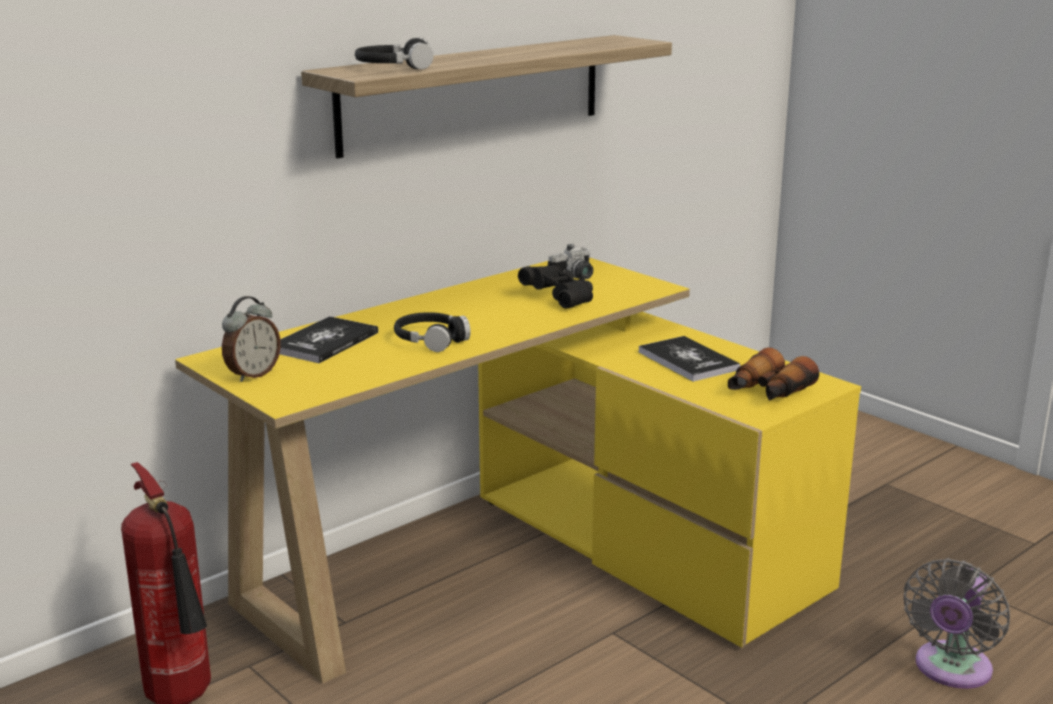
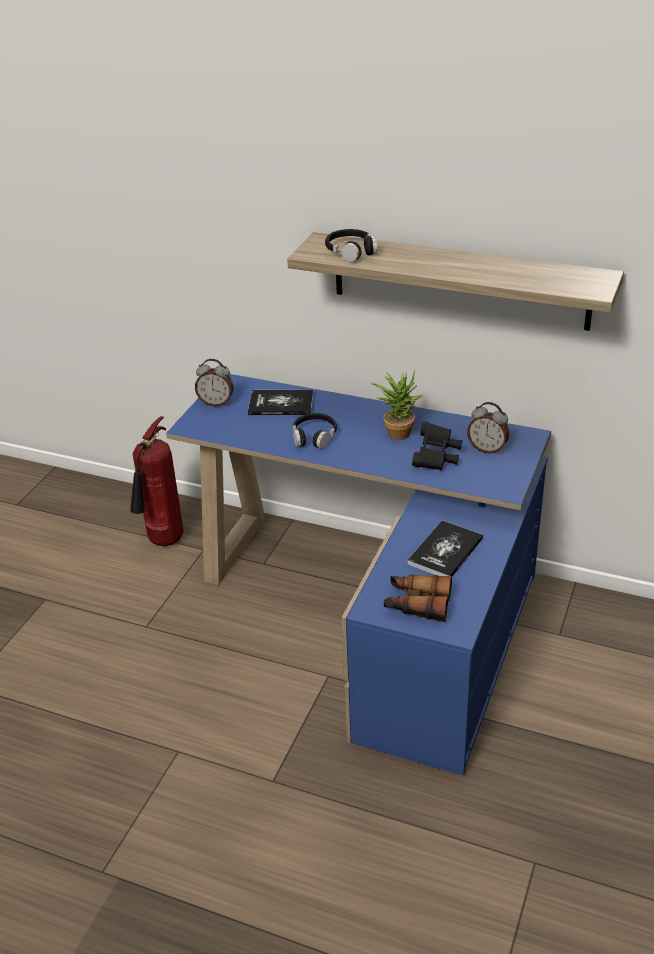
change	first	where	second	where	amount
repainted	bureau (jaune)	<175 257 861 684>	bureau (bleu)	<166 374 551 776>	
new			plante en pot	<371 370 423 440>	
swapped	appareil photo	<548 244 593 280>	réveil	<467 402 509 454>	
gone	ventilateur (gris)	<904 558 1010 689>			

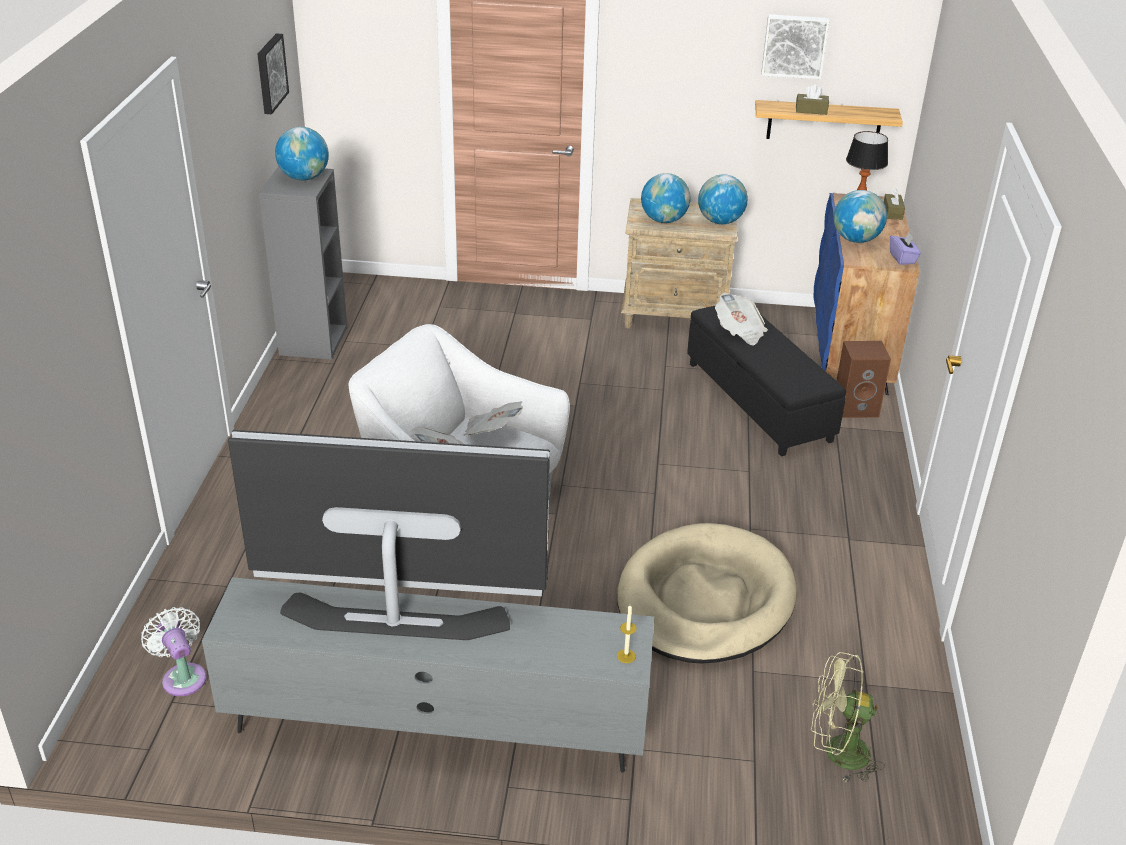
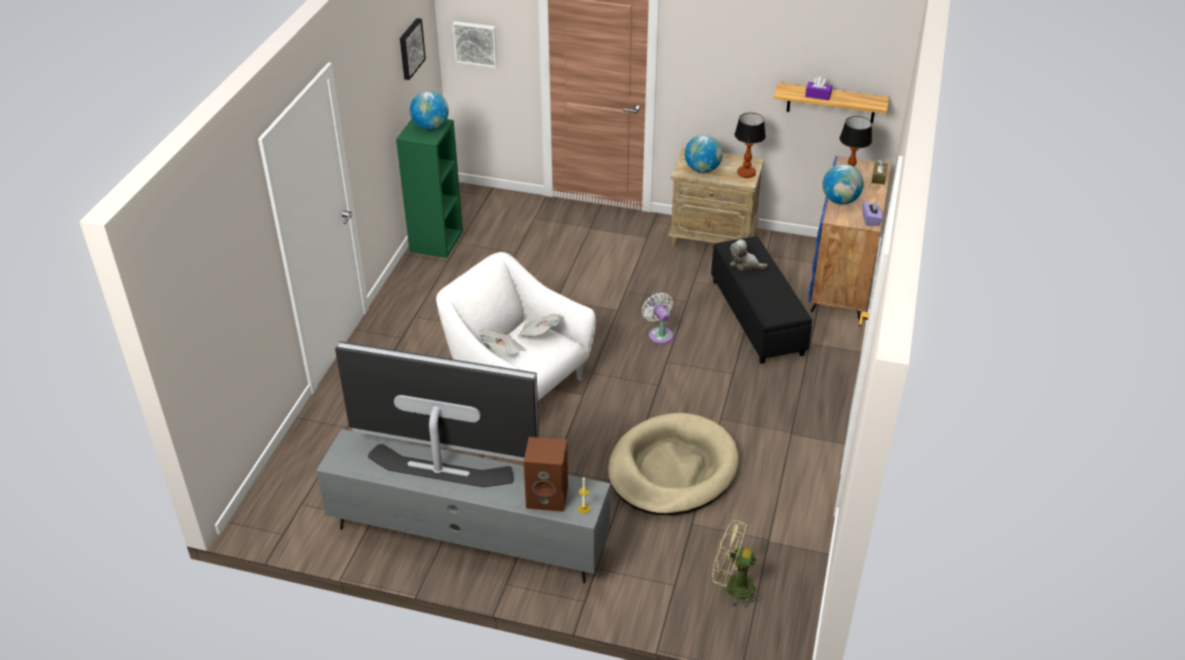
change	first	where	second	where	amount
repainted	bibliothèque (gris)	<259 166 347 360>	bibliothèque (vert)	<396 119 463 258>	
shifted	tableau	<761 14 829 79>		<453 21 497 68>	
shifted	enceinte (marron)	<837 341 891 418>		<524 437 568 512>	
shifted	ventilateur (blanc)	<141 607 207 696>		<642 292 673 344>	
swapped	journal	<715 293 768 346>	peluche	<730 239 768 270>	
swapped	globe	<698 174 748 224>	lampe de table	<735 113 766 178>	
repainted	boîte à mouchoirs (marron)	<796 85 829 115>	boîte à mouchoirs (violet)	<805 77 832 100>	

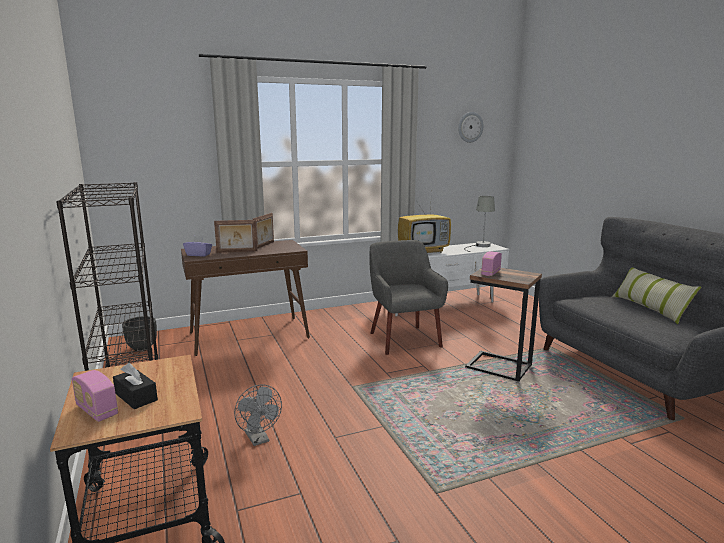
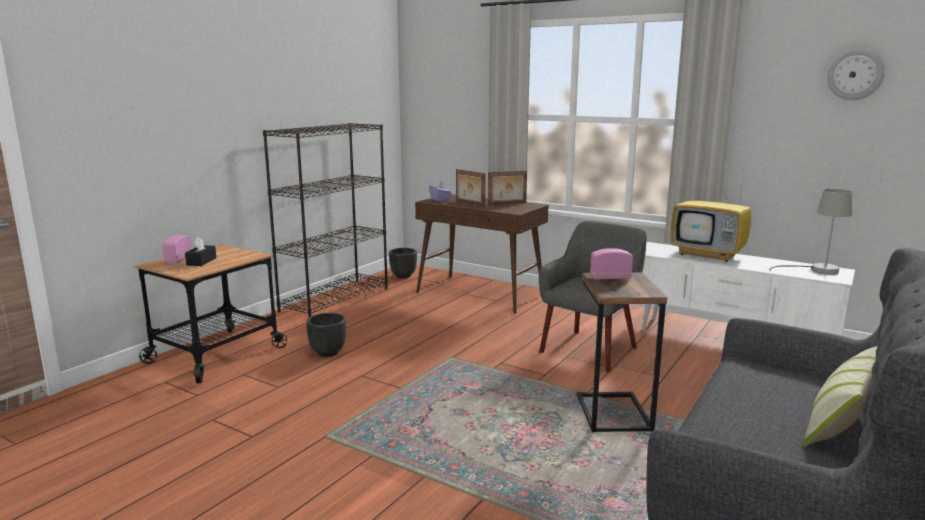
change	first	where	second	where	amount
swapped	ventilateur (gris)	<234 384 282 446>	cache-pot (noir)	<306 313 346 357>	

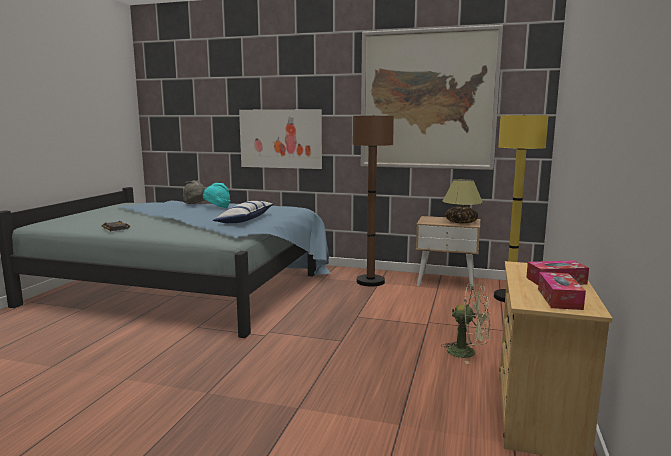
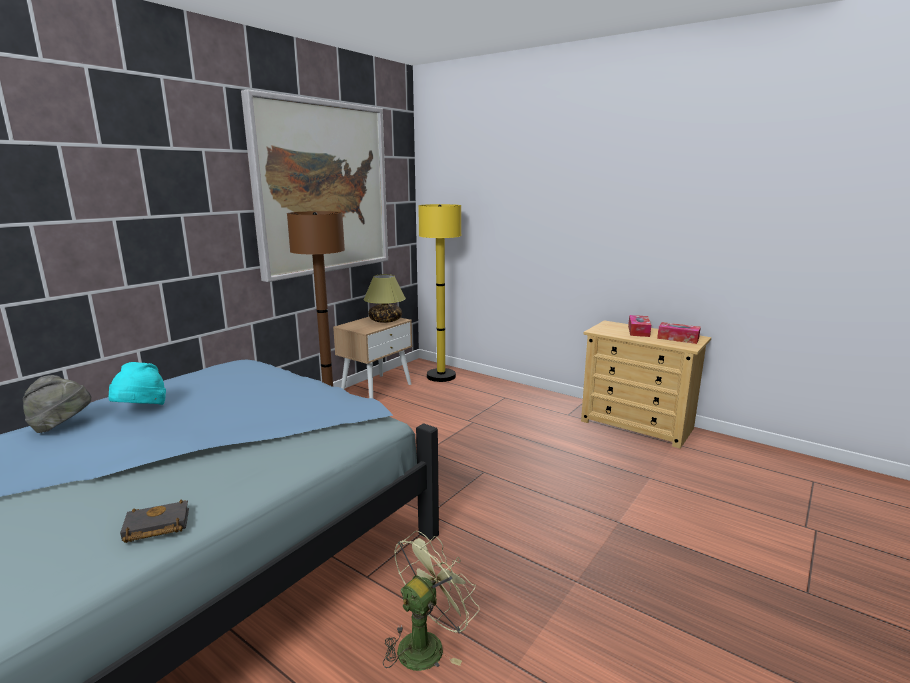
change	first	where	second	where	amount
shifted	ventilateur (vert)	<442 283 490 364>		<383 531 480 671>	
gone	coussin	<213 201 274 223>			
gone	tableau	<239 109 322 169>			

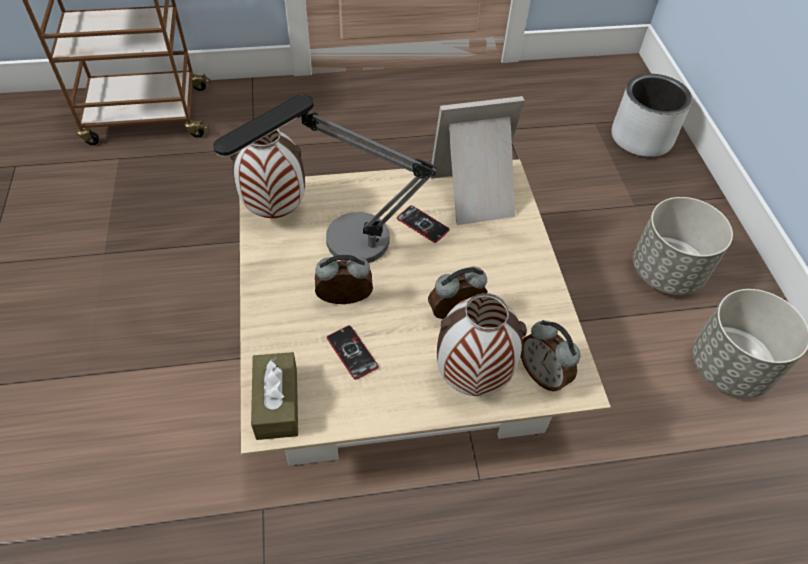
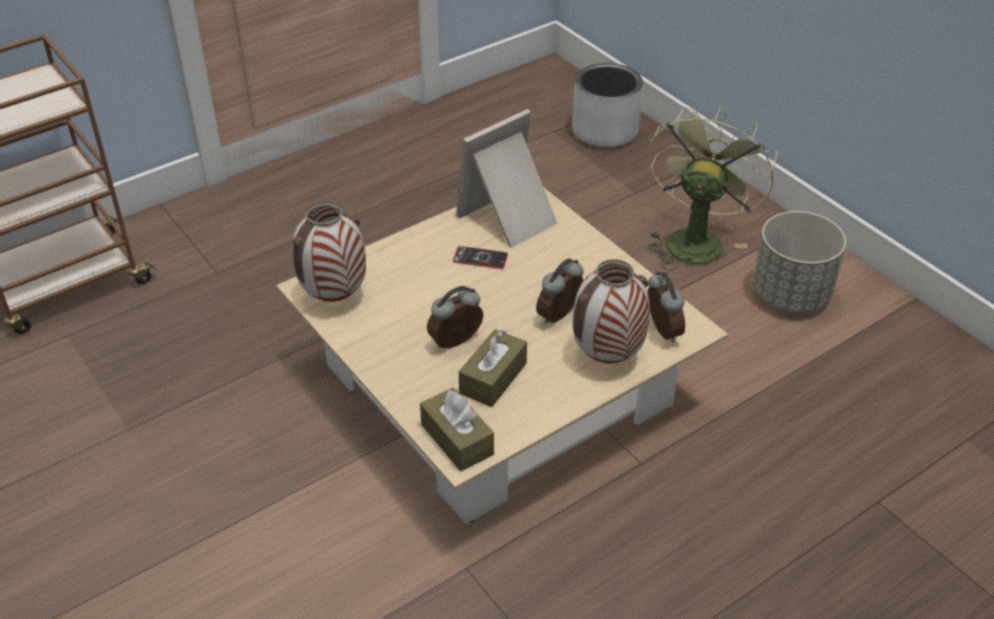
change	first	where	second	where	amount
swapped	téléphone	<327 326 379 380>	boîte à mouchoirs (marron)	<459 329 527 407>	
swapped	cache-pot (gris)	<633 197 733 295>	ventilateur (vert)	<647 105 777 271>	
rotated	réveil	<521 320 580 391>		<648 271 685 343>	135 degrees counterclockwise
gone	lampe de table	<213 94 437 263>			

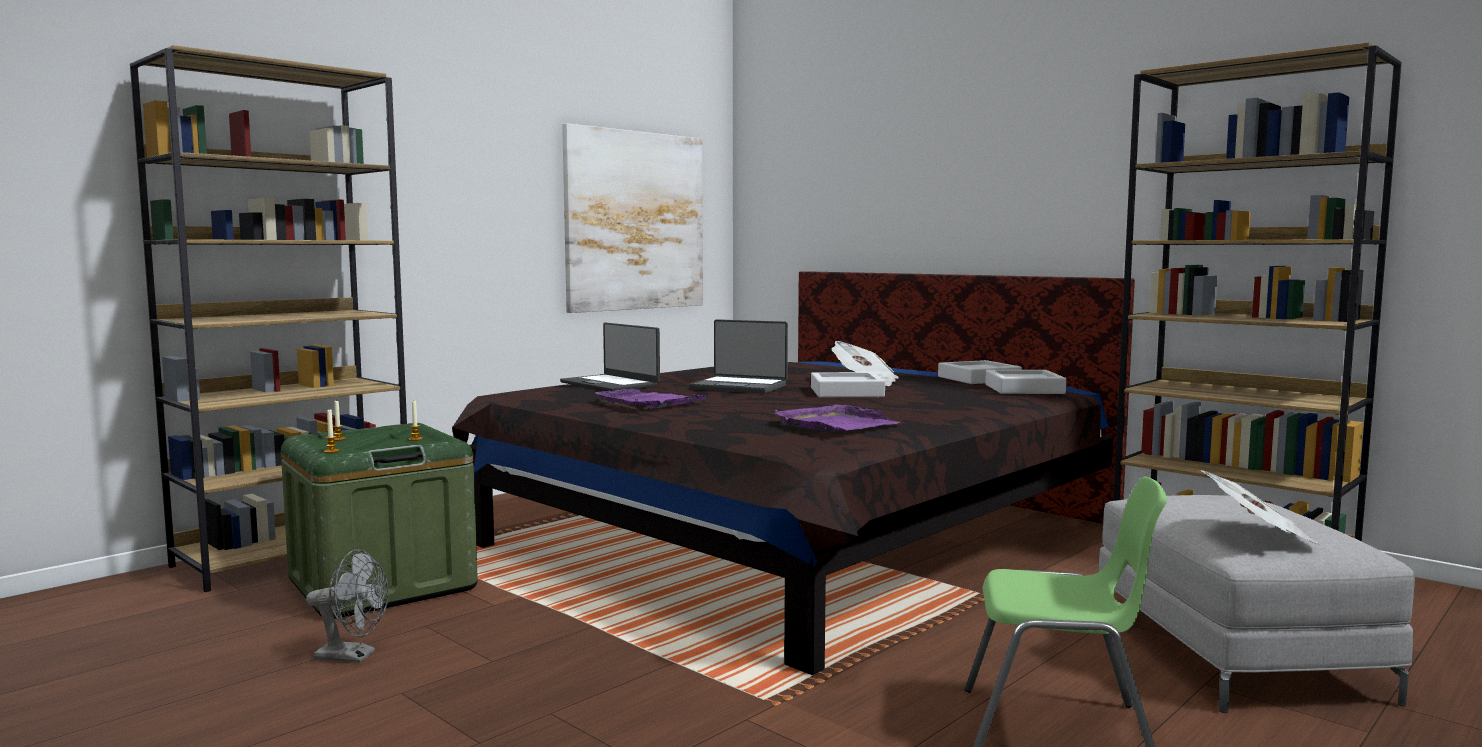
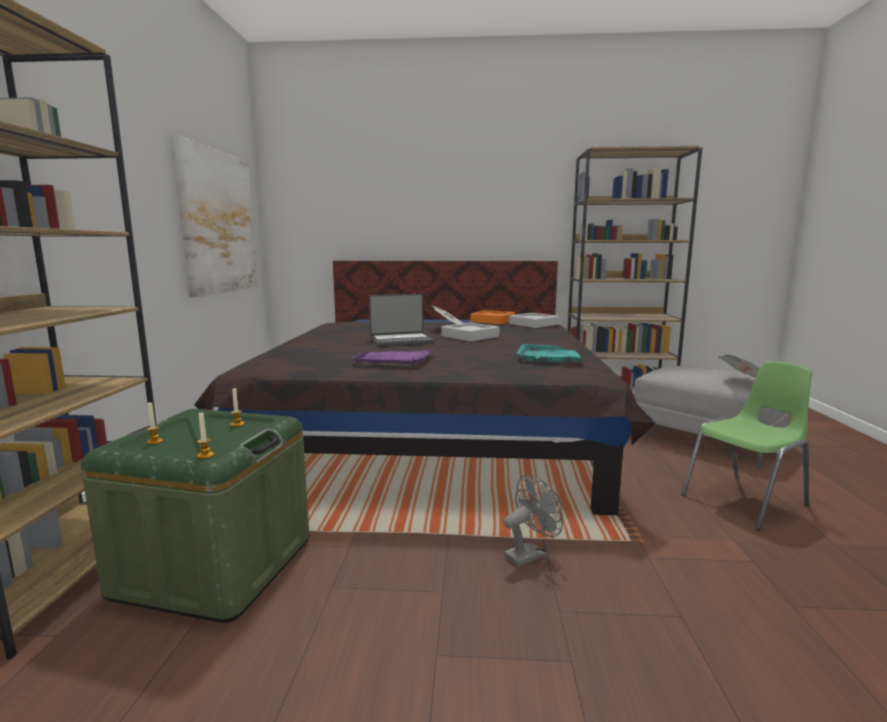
change	first	where	second	where	amount
repainted	plateau (gris)	<938 360 1022 384>	plateau (orange)	<470 310 515 324>	
shifted	ventilateur (gris)	<306 549 389 663>		<503 475 563 567>	
repainted	plateau (violet)	<774 404 900 432>	plateau (turquoise)	<517 344 583 362>	
gone	ordinateur portable	<560 322 660 392>			

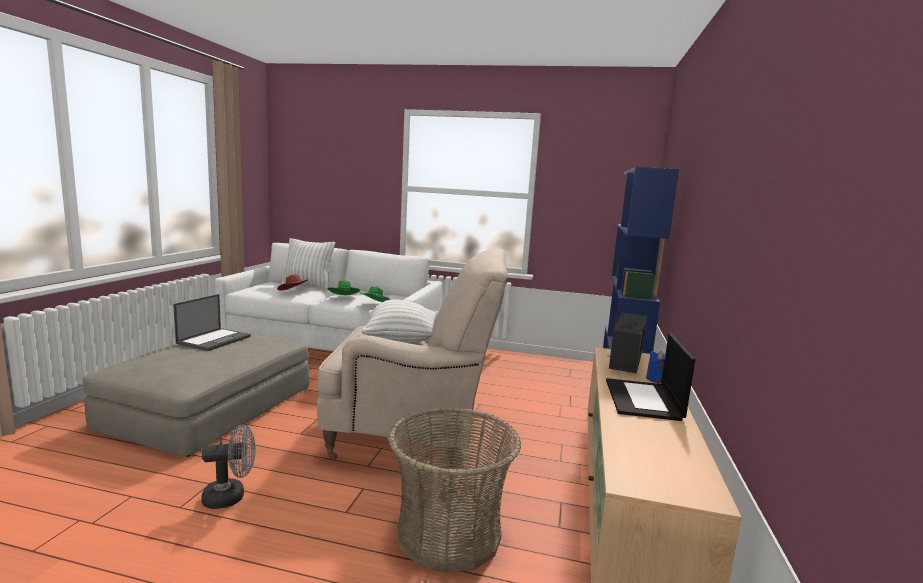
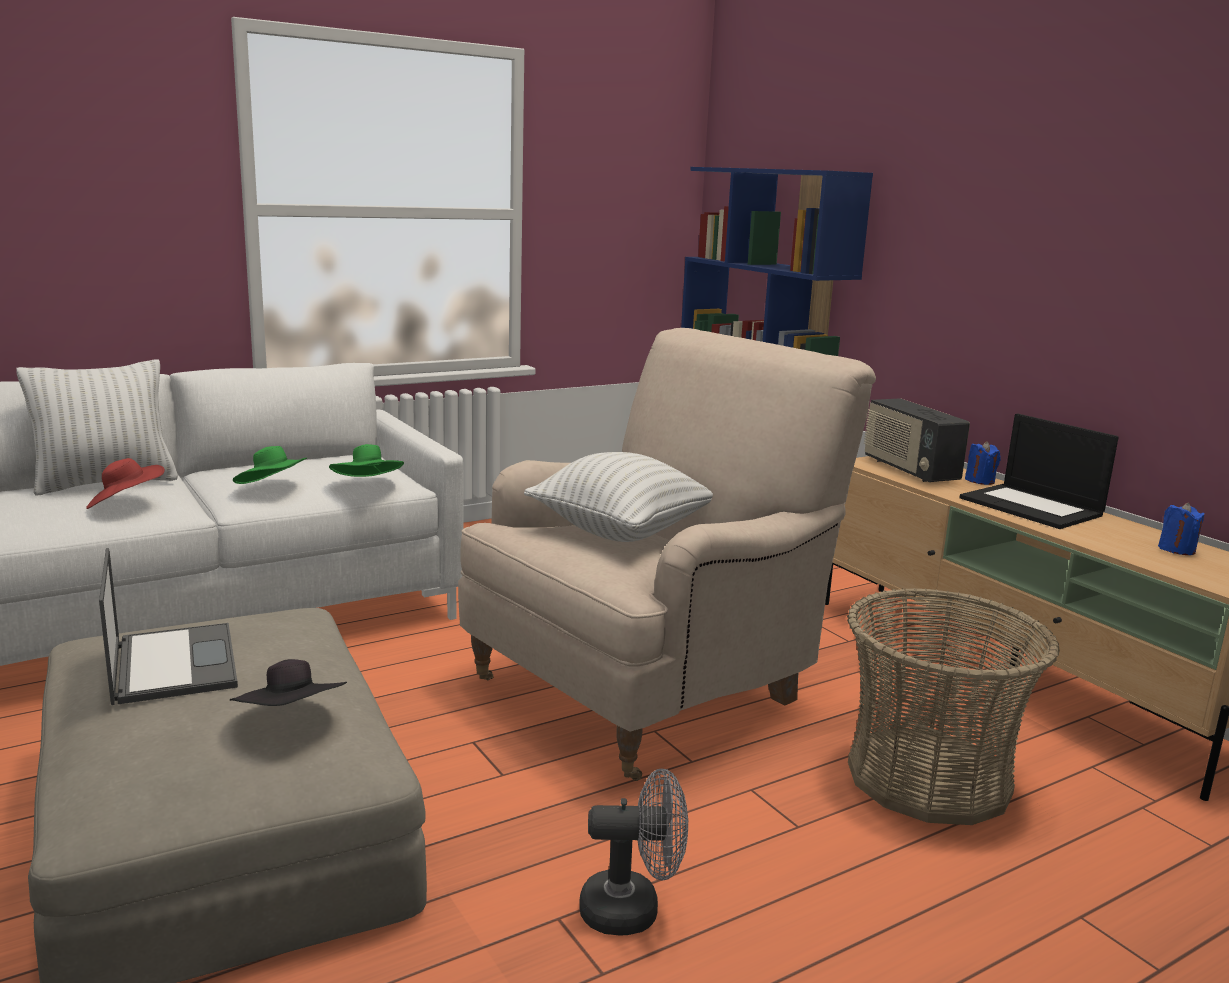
change	first	where	second	where	amount
new			chapeau (noir)	<230 659 347 706>	
rotated	ventilateur (gris)	<201 424 256 509>		<579 768 688 936>	60 degrees clockwise
new			bougie (bleu)	<1158 502 1205 555>	

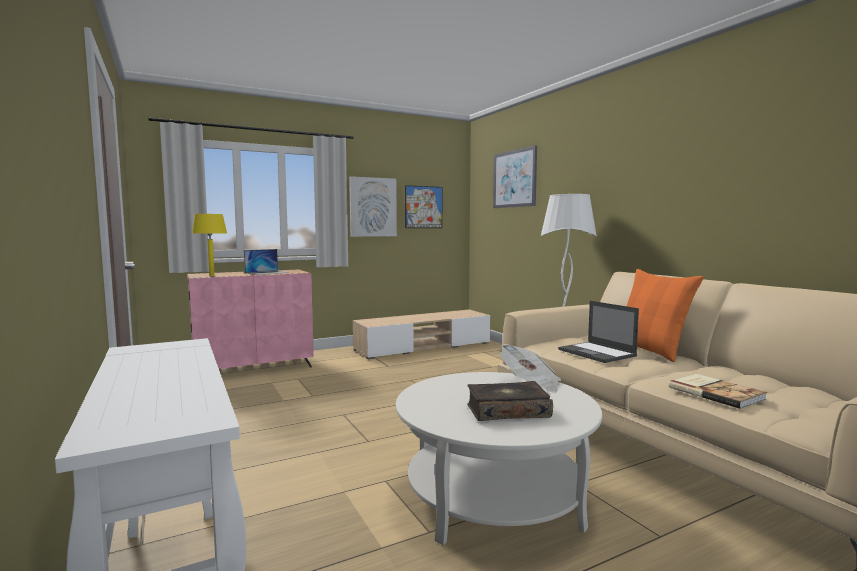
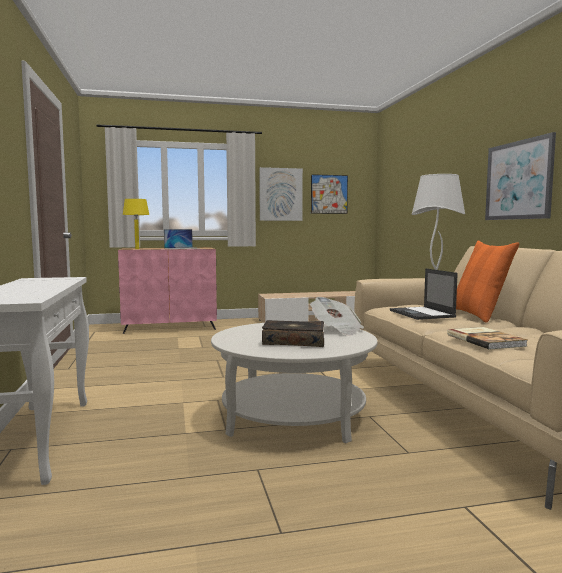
change	first	where	second	where	amount
shifted	tableau	<493 145 537 208>		<485 132 556 220>	

